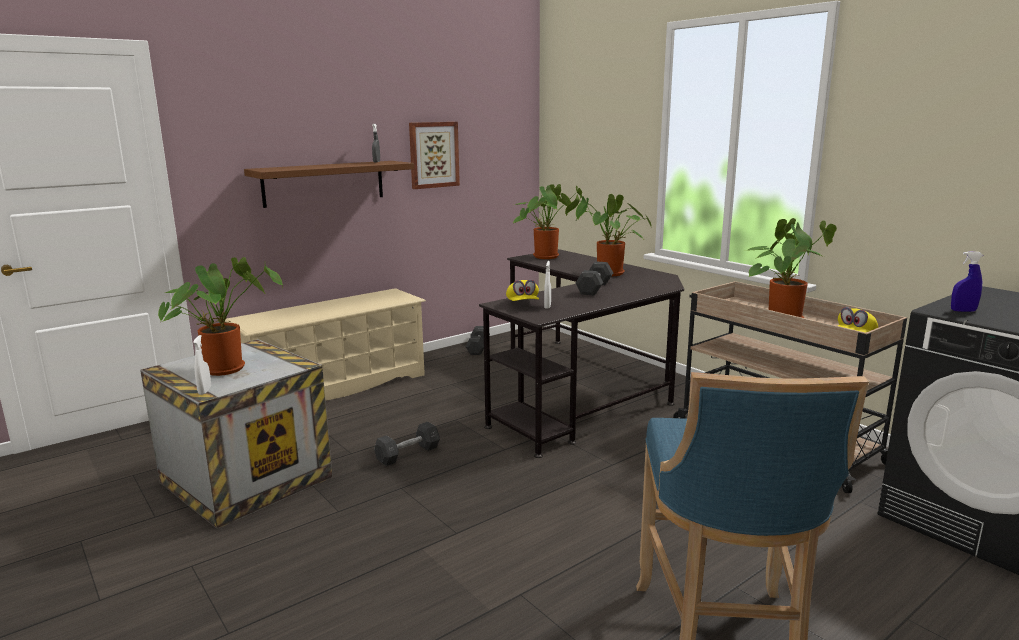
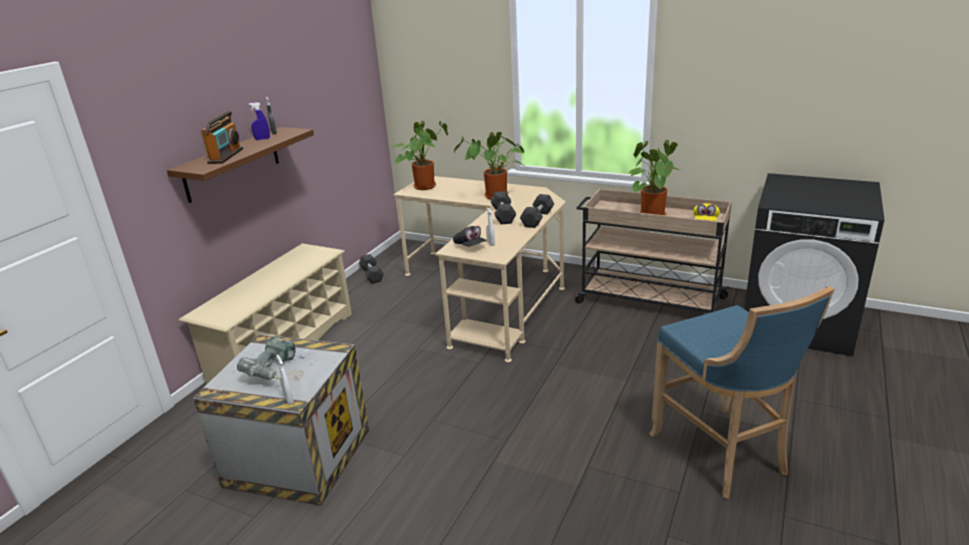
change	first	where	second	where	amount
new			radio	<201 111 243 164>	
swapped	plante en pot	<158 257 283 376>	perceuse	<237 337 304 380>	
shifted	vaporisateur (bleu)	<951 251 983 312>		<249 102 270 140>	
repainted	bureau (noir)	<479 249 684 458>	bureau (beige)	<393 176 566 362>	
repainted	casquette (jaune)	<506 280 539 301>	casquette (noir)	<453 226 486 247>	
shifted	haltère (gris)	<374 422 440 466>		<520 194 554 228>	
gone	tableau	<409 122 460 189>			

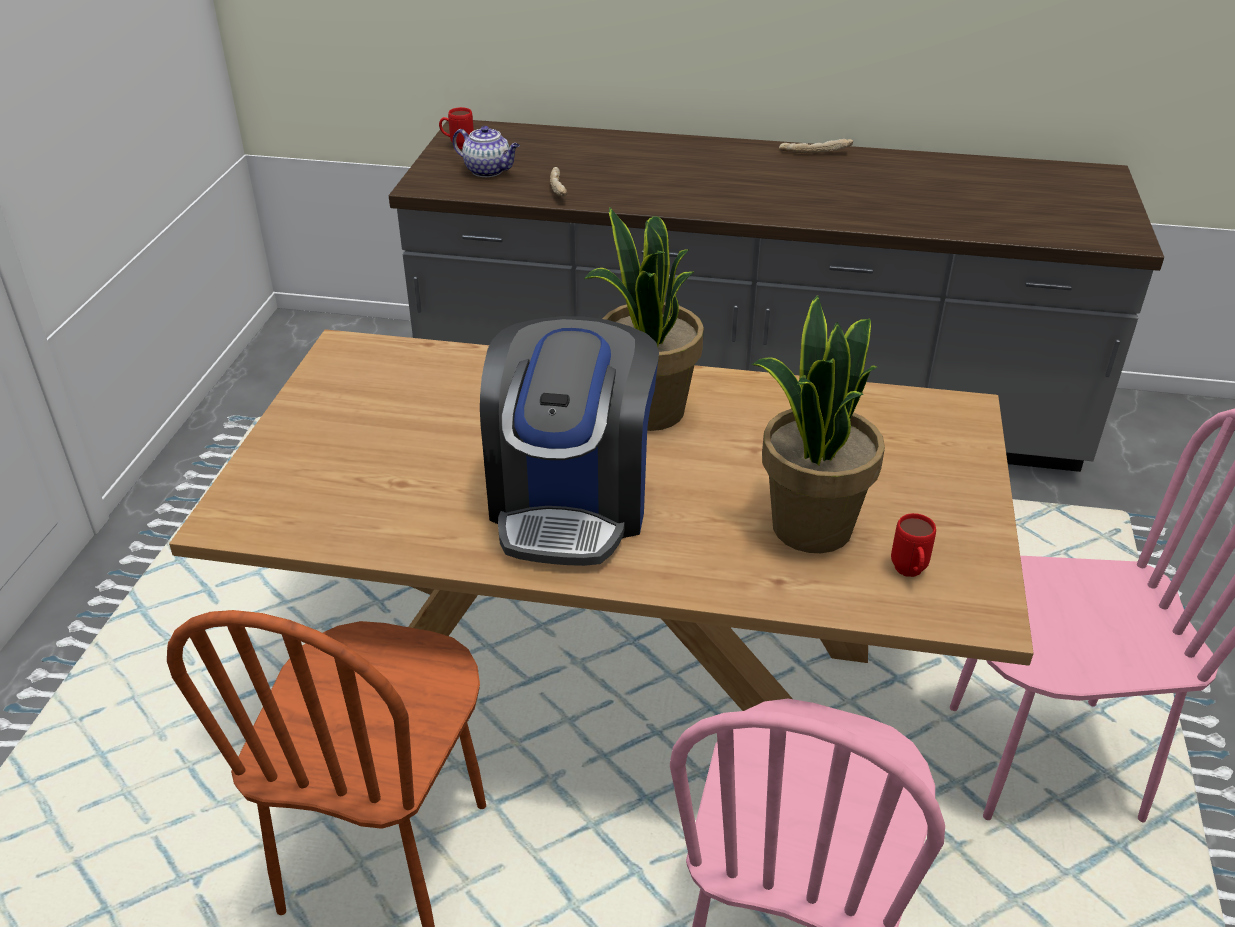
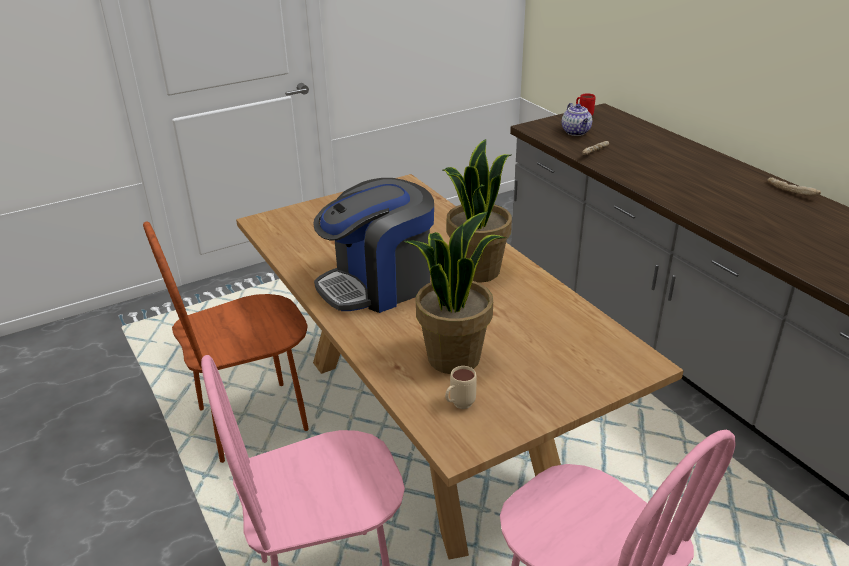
change	first	where	second	where	amount
repainted	mug (rouge)	<891 513 936 577>	mug (beige)	<445 366 477 409>	

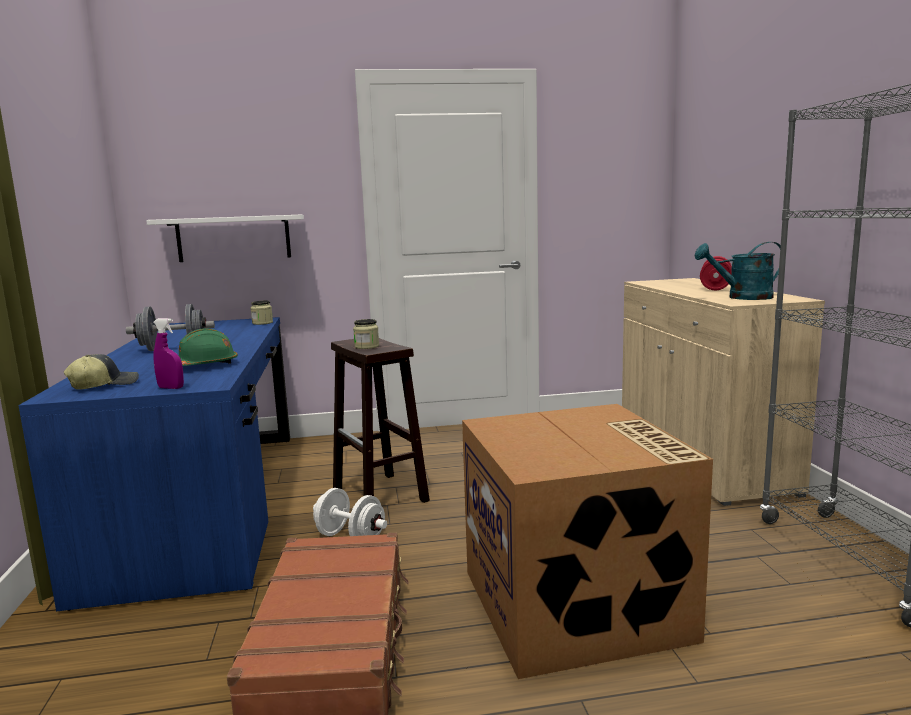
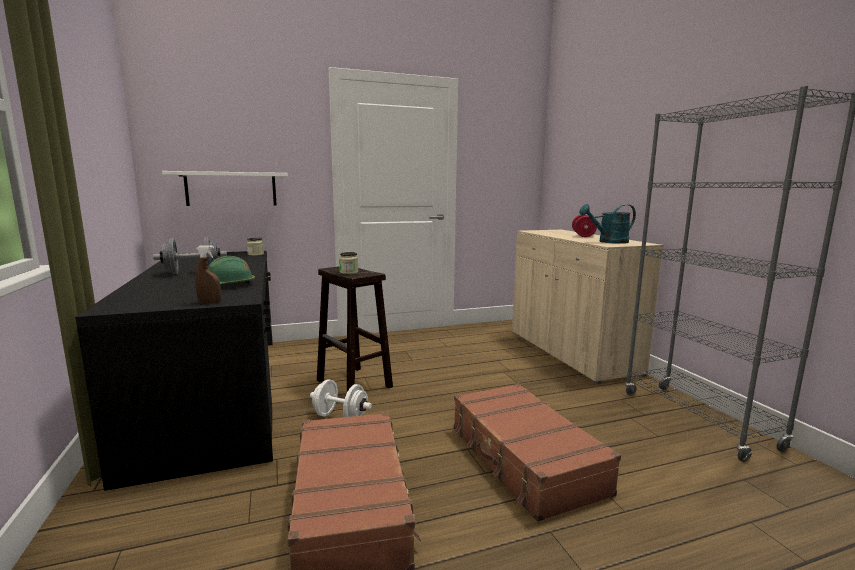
change	first	where	second	where	amount
repainted	bureau (bleu)	<18 317 290 611>	bureau (noir)	<75 251 273 491>	
repainted	vaporisateur (violet)	<153 318 184 389>	vaporisateur (marron)	<195 245 221 303>	
swapped	carton	<462 404 713 679>	valise (marron)	<454 383 621 522>	
gone	casquette	<64 354 139 390>			

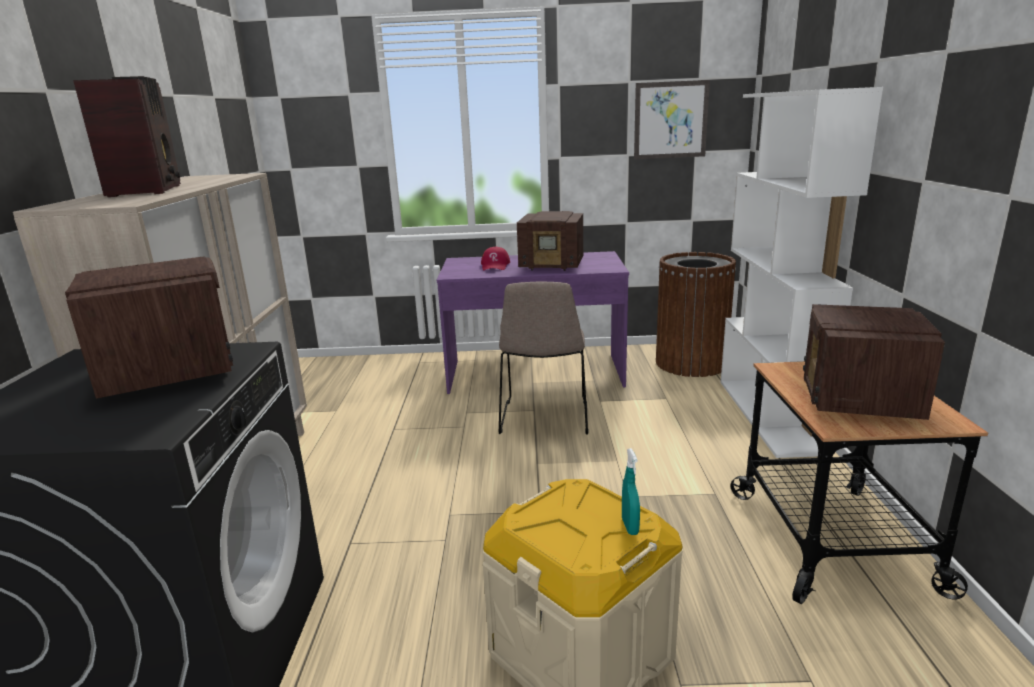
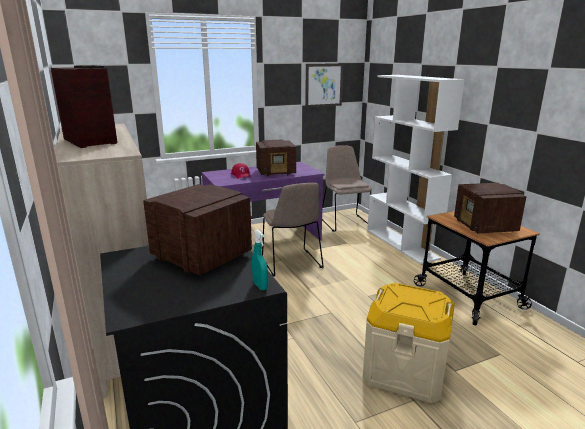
change	first	where	second	where	amount
shifted	vaporisateur (turquoise)	<622 448 640 535>		<252 230 268 290>	
swapped	poubelle (marron)	<656 252 736 377>	chaise (beige)	<322 145 372 232>	

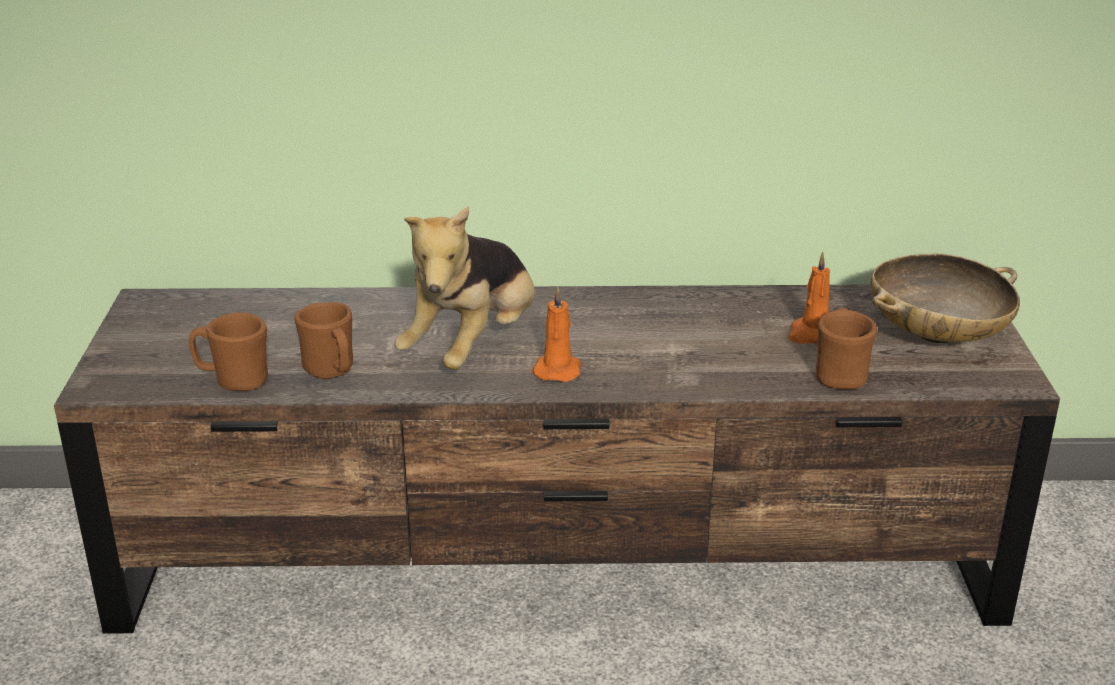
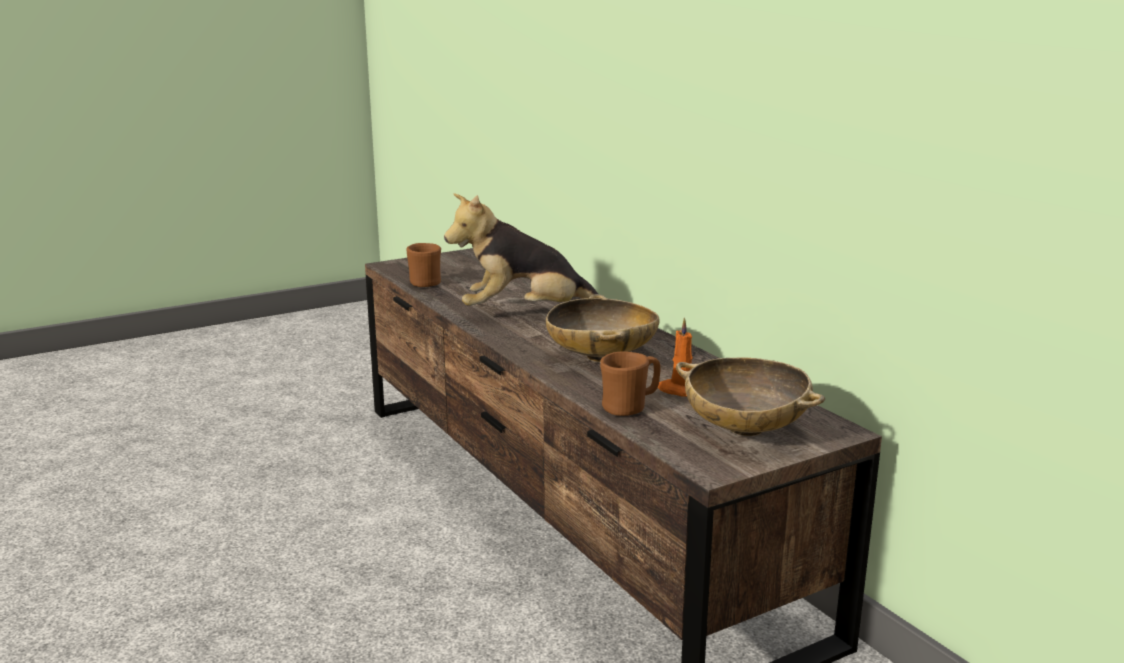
change	first	where	second	where	amount
new			bol (beige)	<546 294 660 362>	
gone	mug (marron)	<294 302 353 379>			
gone	bougie (orange)	<532 287 581 382>			

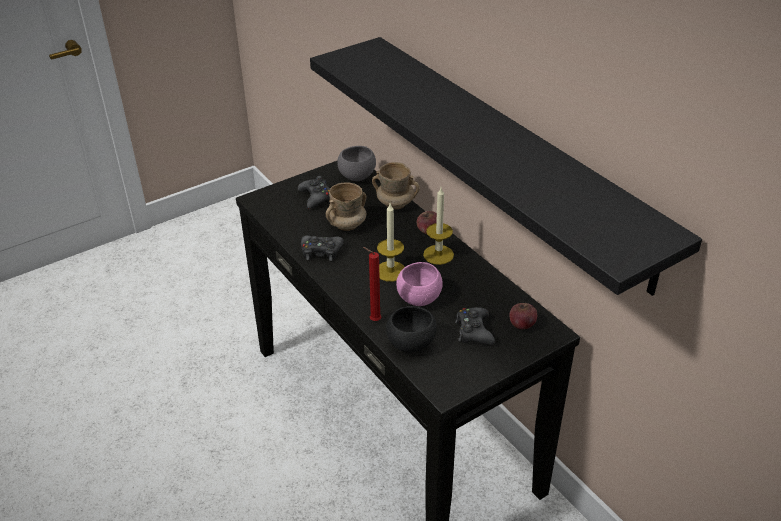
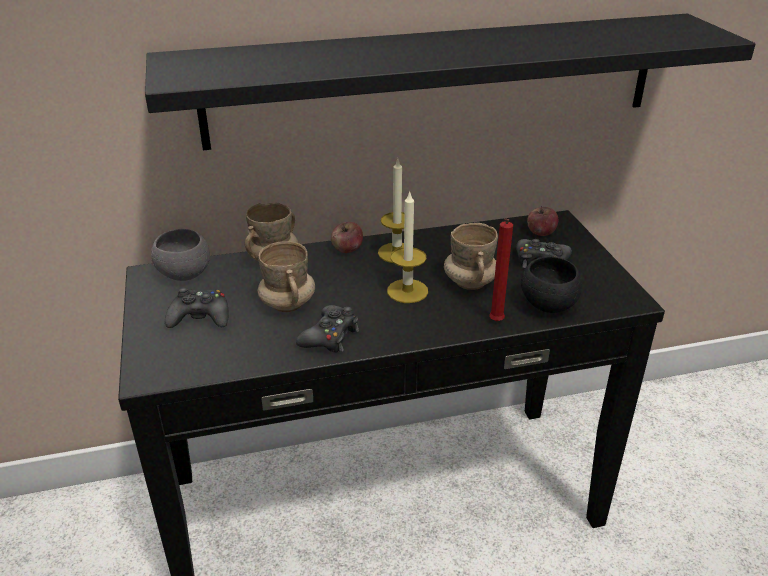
change	first	where	second	where	amount
swapped	bol (rose)	<396 262 443 306>	mug (beige)	<444 223 498 290>	

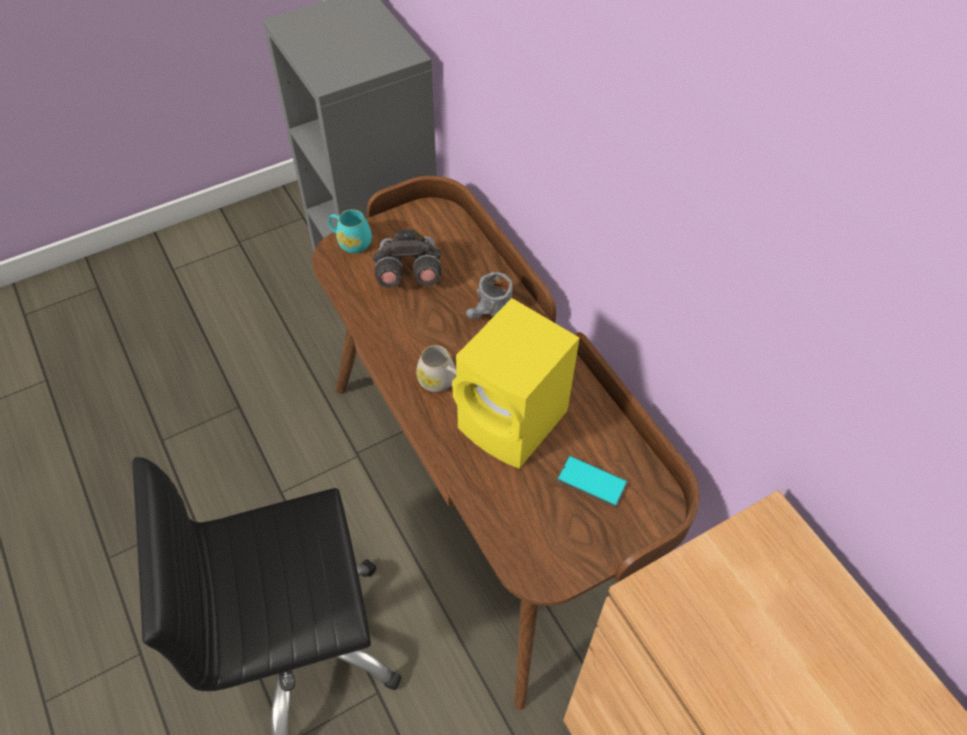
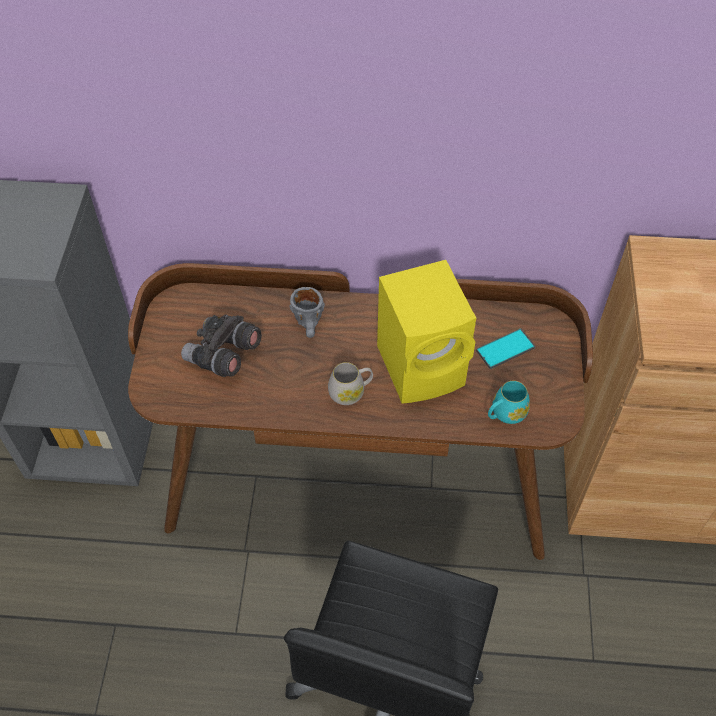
change	first	where	second	where	amount
shifted	mug (turquoise)	<328 209 372 253>		<488 381 530 424>	

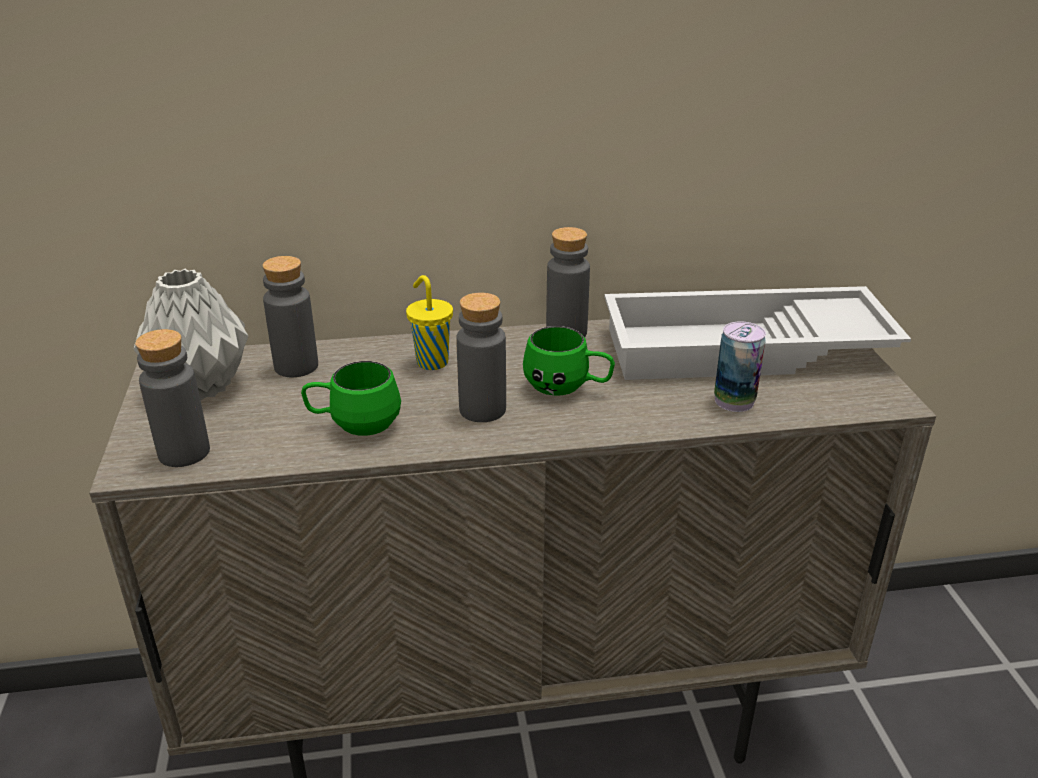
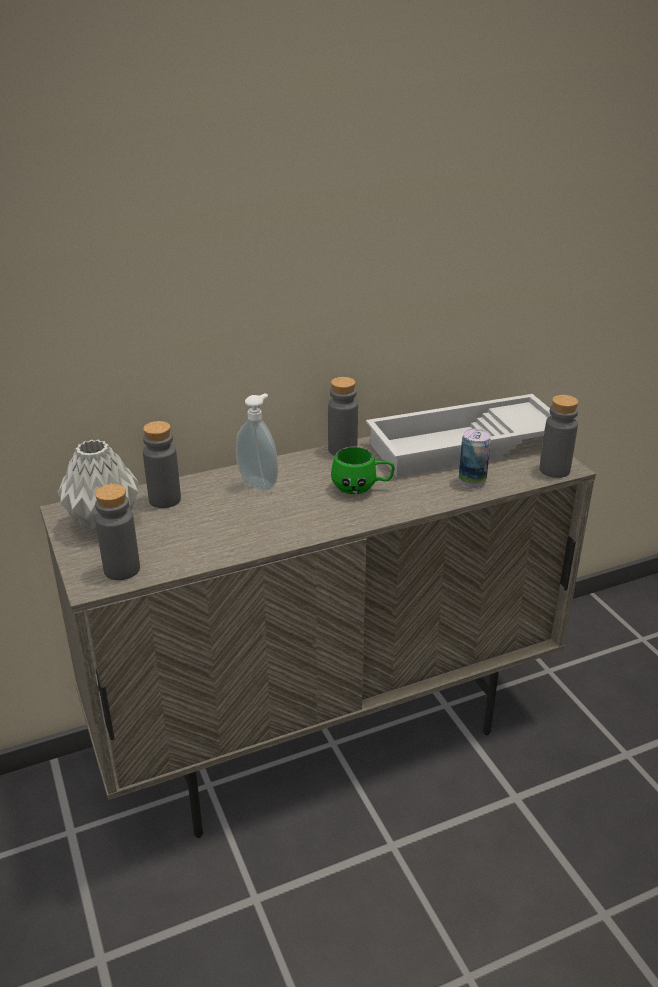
change	first	where	second	where	amount
swapped	tasse (jaune)	<406 275 453 370>	distributeur de savon	<236 393 278 490>	
shifted	bouteille (gris)	<456 293 506 422>		<540 395 578 478>	
gone	mug (vert)	<301 361 401 436>			

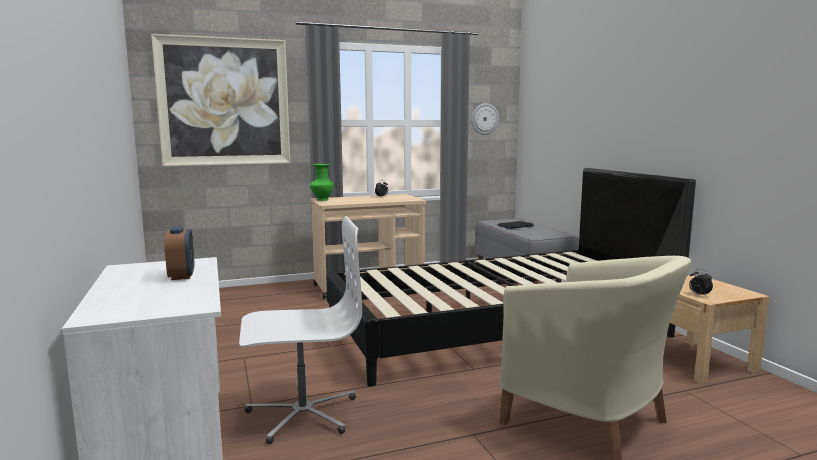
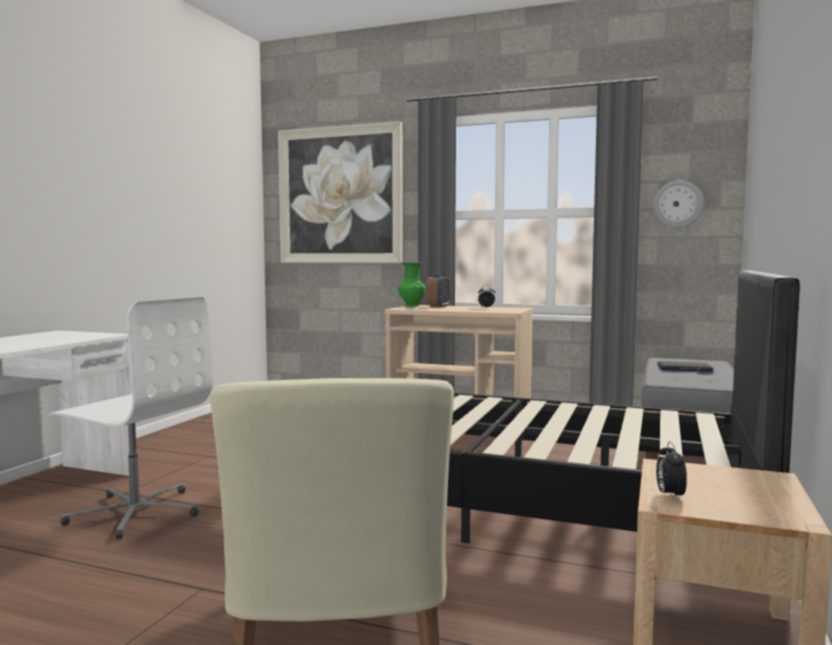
change	first	where	second	where	amount
shifted	réveil	<164 226 194 280>		<426 275 450 308>	

